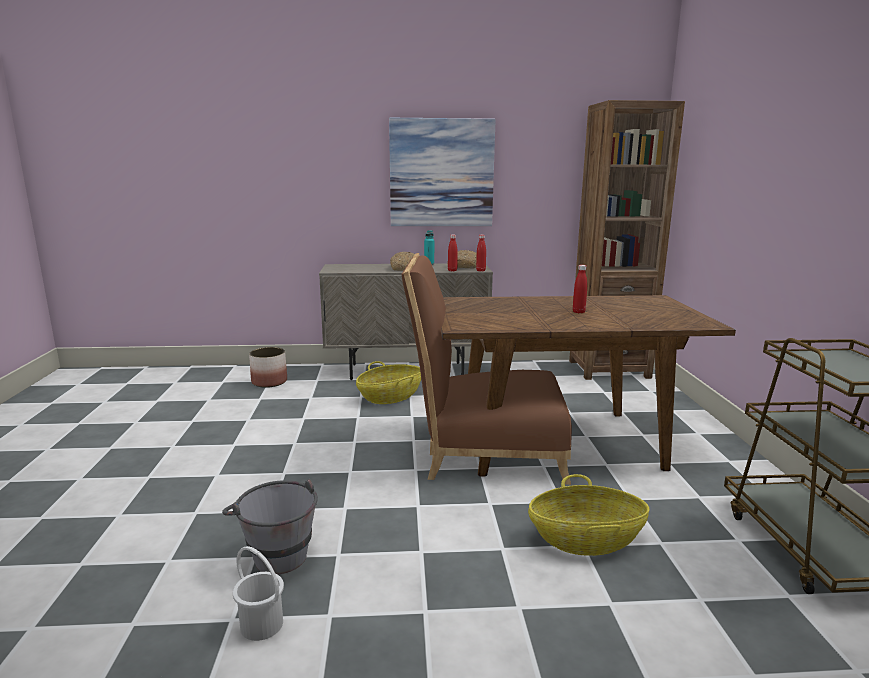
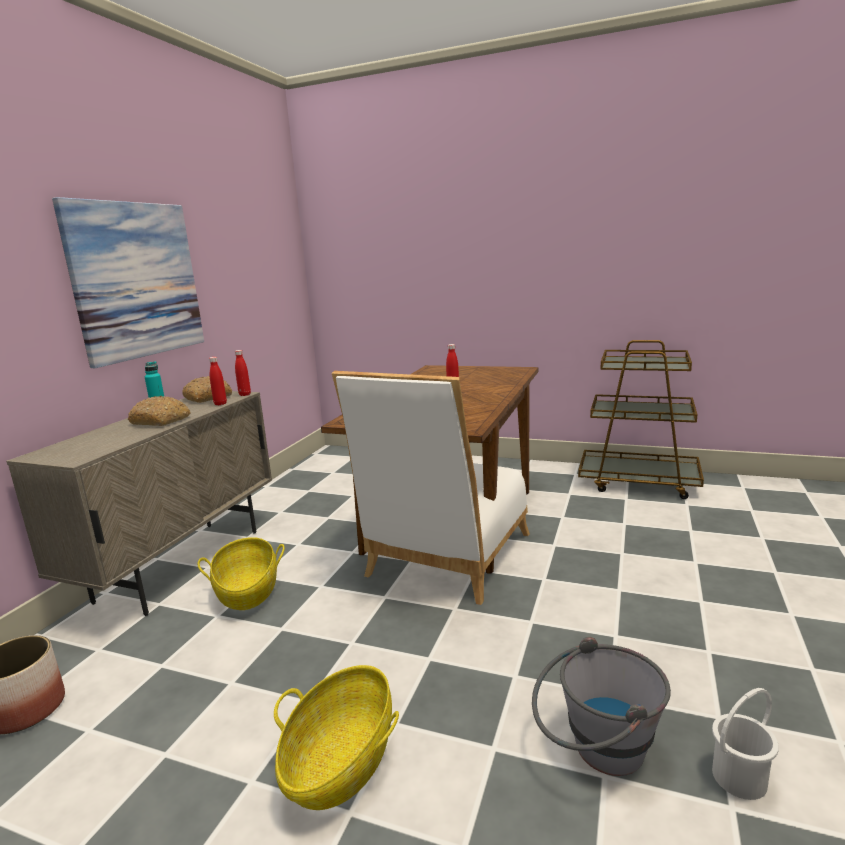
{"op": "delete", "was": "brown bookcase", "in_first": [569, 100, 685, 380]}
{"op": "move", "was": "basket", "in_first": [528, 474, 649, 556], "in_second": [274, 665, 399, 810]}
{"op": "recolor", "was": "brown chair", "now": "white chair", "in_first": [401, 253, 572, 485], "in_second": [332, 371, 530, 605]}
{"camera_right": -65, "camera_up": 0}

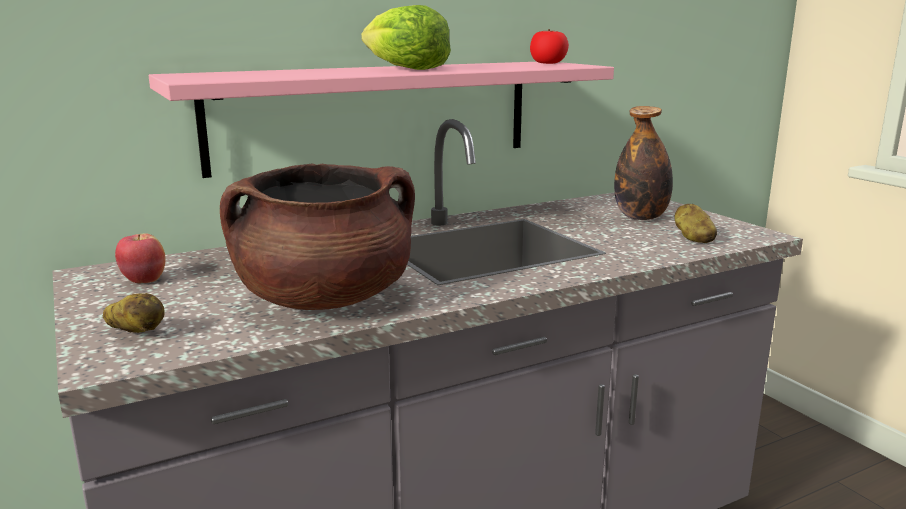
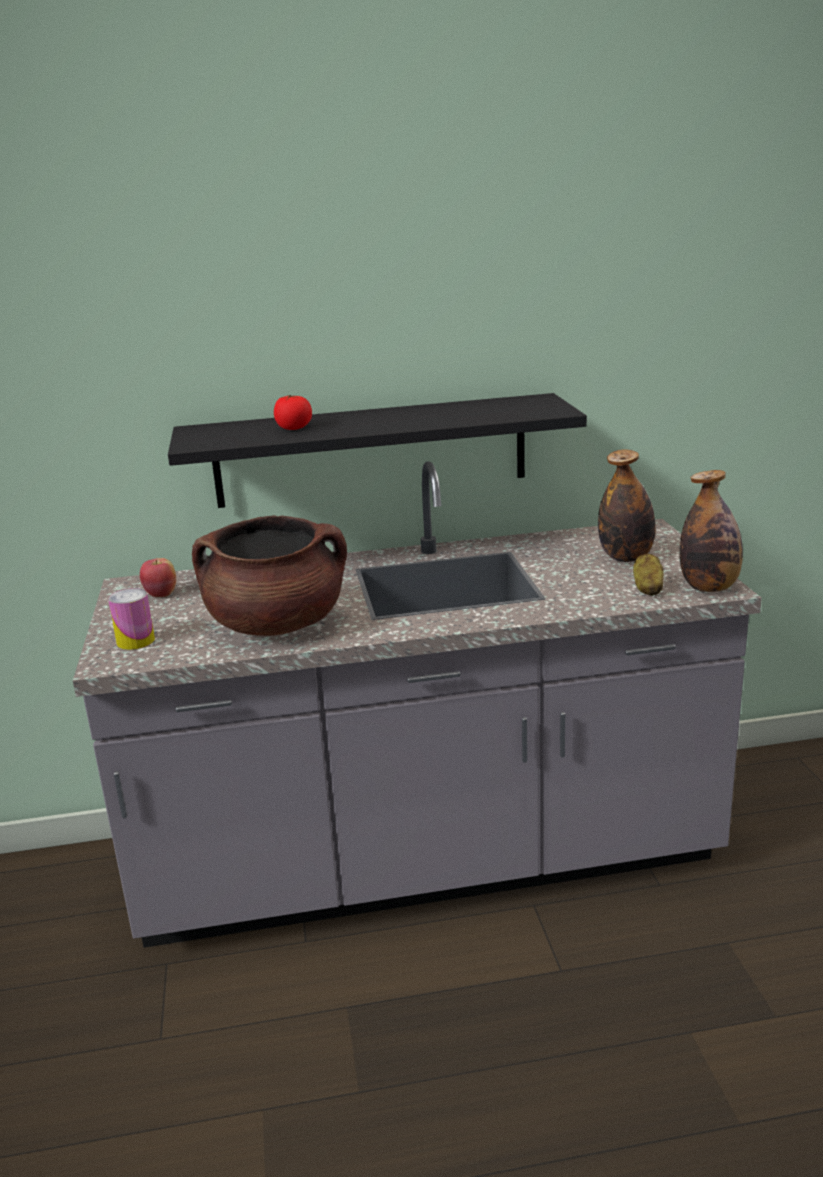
{"op": "delete", "was": "lettuce", "in_first": [361, 5, 451, 70]}
{"op": "insert", "now": "bottle", "in_second": [680, 470, 743, 592]}
{"op": "move", "was": "tomato", "in_first": [530, 29, 569, 64], "in_second": [274, 395, 312, 430]}
{"op": "replace", "was": "potato", "now": "can", "in_first": [102, 293, 165, 333], "in_second": [108, 588, 155, 650]}
{"op": "recolor", "was": "pink shelf", "now": "black shelf", "in_first": [149, 62, 614, 178], "in_second": [168, 393, 587, 508]}
{"camera_right": 20, "camera_up": 5}

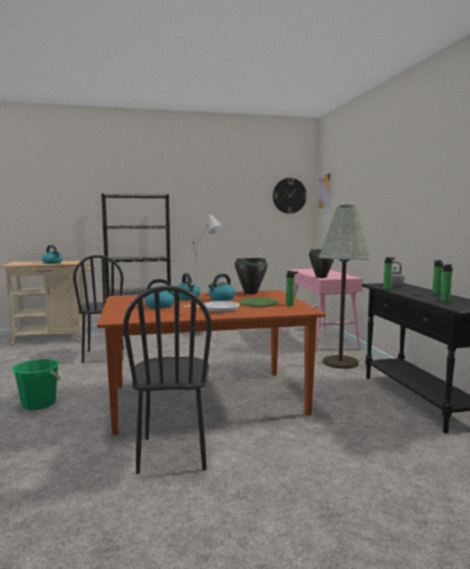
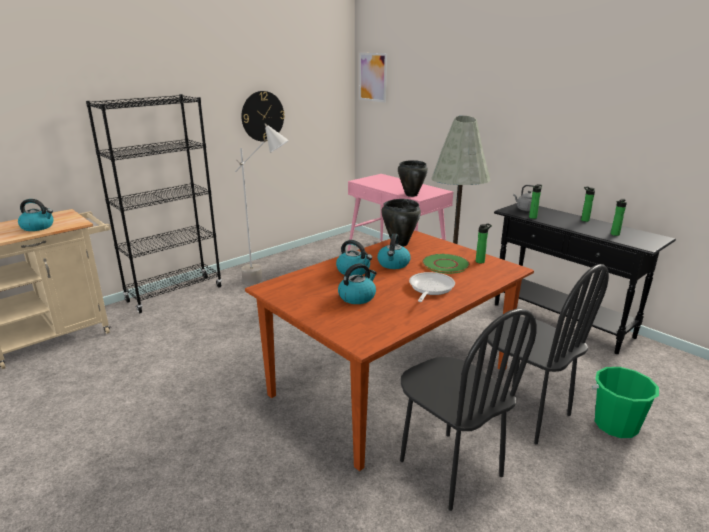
{"op": "move", "was": "green bucket", "in_first": [12, 359, 60, 410], "in_second": [592, 367, 659, 438]}
{"op": "move", "was": "black chair", "in_first": [73, 255, 124, 363], "in_second": [487, 264, 609, 444]}
{"op": "move", "was": "wall clock", "in_first": [273, 178, 307, 214], "in_second": [241, 91, 285, 142]}
{"camera_right": -30, "camera_up": 15}

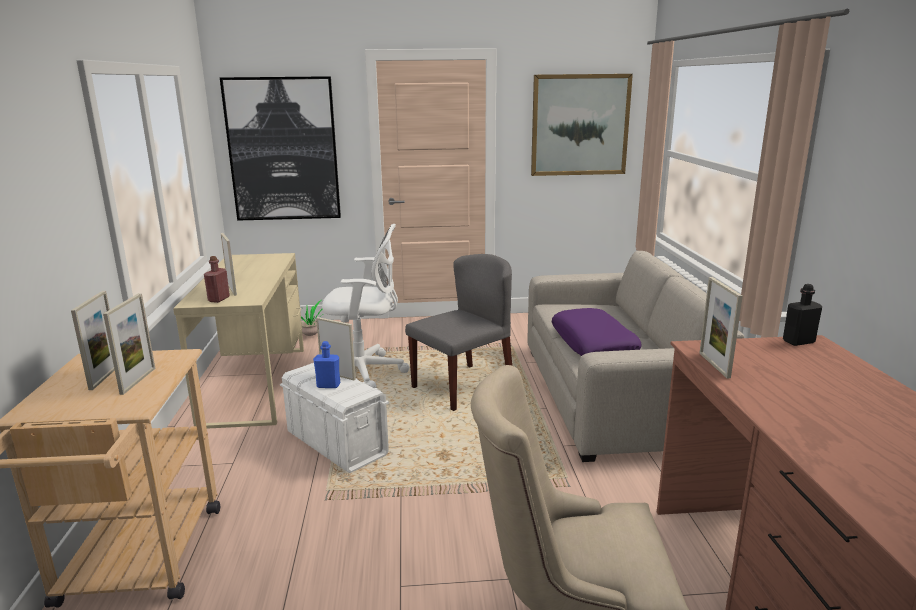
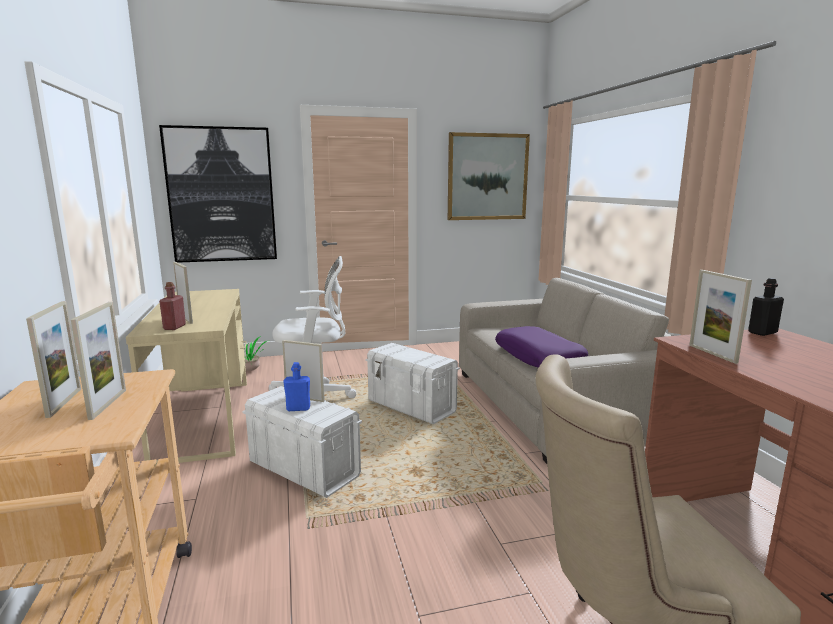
{"op": "replace", "was": "grey chair", "now": "white storage box", "in_first": [405, 254, 512, 411], "in_second": [365, 343, 460, 424]}
{"camera_right": -10, "camera_up": -5}

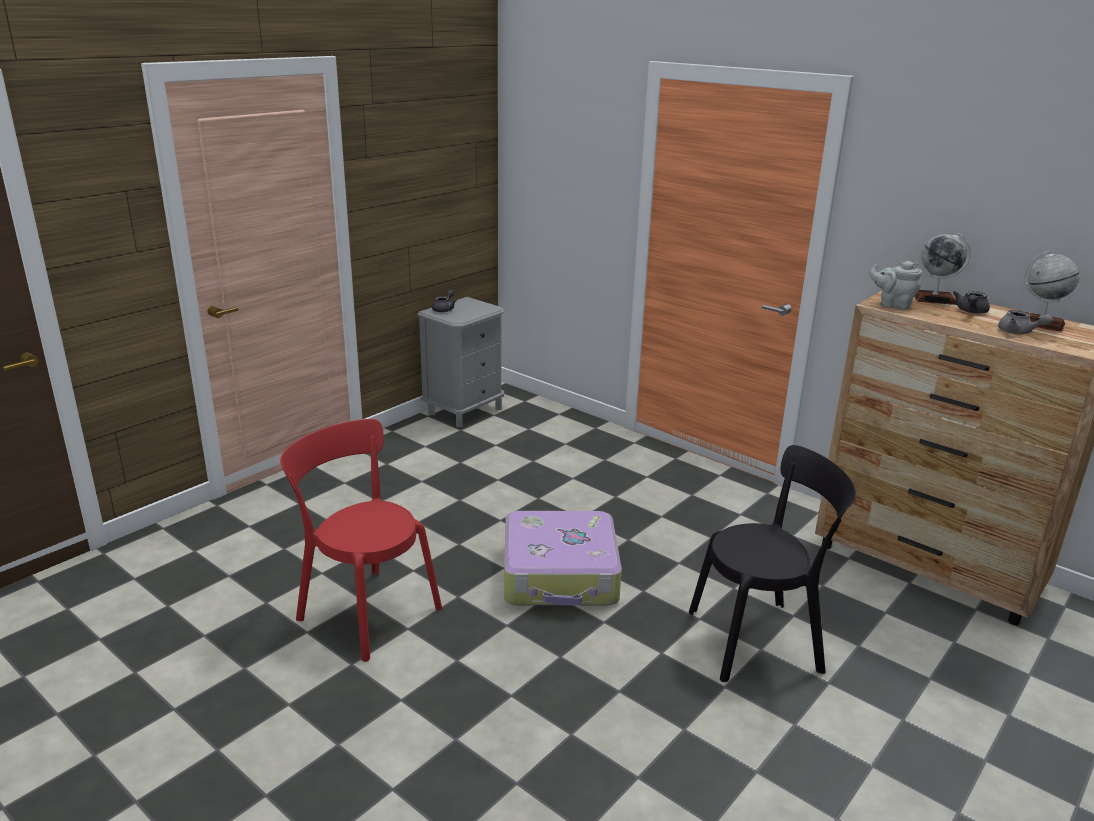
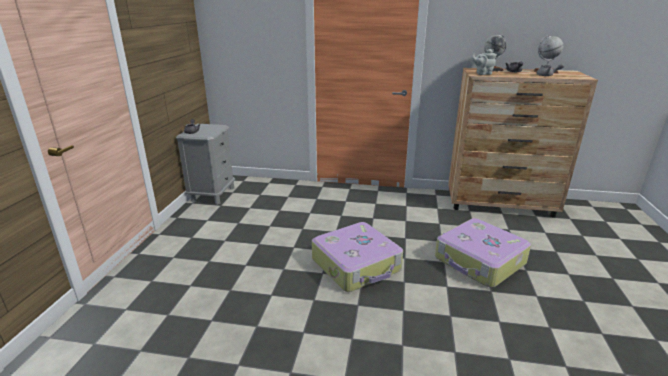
{"op": "delete", "was": "red chair", "in_first": [280, 419, 442, 662]}
{"op": "replace", "was": "black chair", "now": "suitcase", "in_first": [689, 445, 856, 682], "in_second": [435, 218, 531, 287]}
{"camera_right": -30, "camera_up": 0}

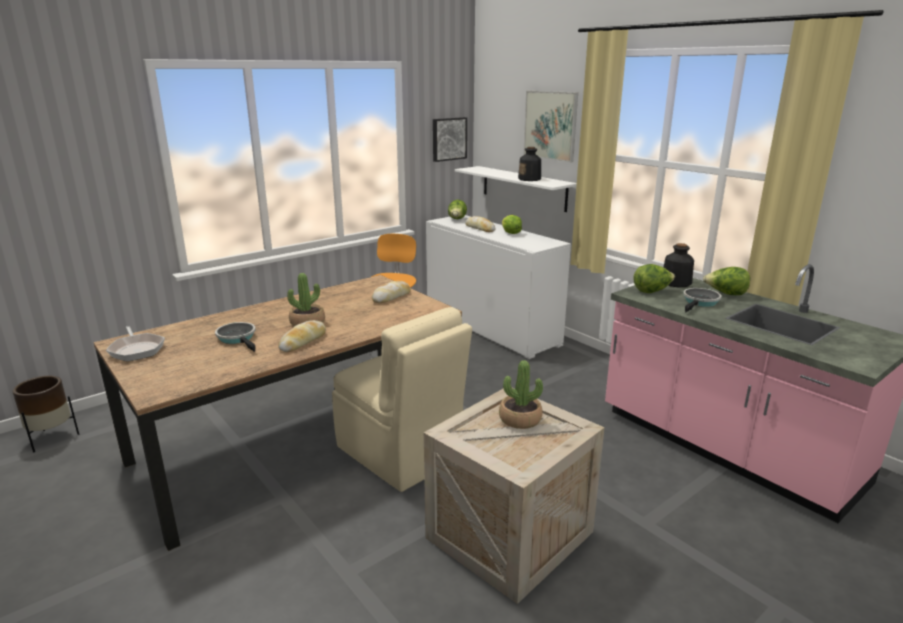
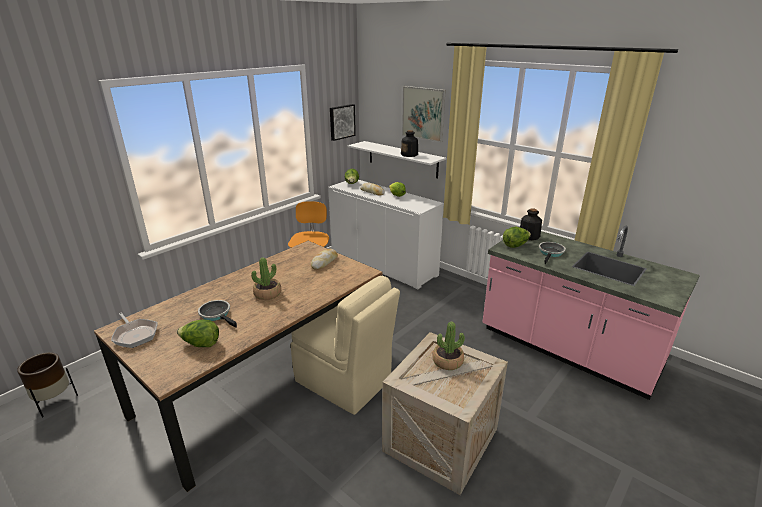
{"op": "delete", "was": "bread", "in_first": [278, 320, 326, 352]}
{"op": "move", "was": "lettuce", "in_first": [703, 267, 750, 295], "in_second": [177, 319, 219, 347]}
{"camera_right": -10, "camera_up": 5}

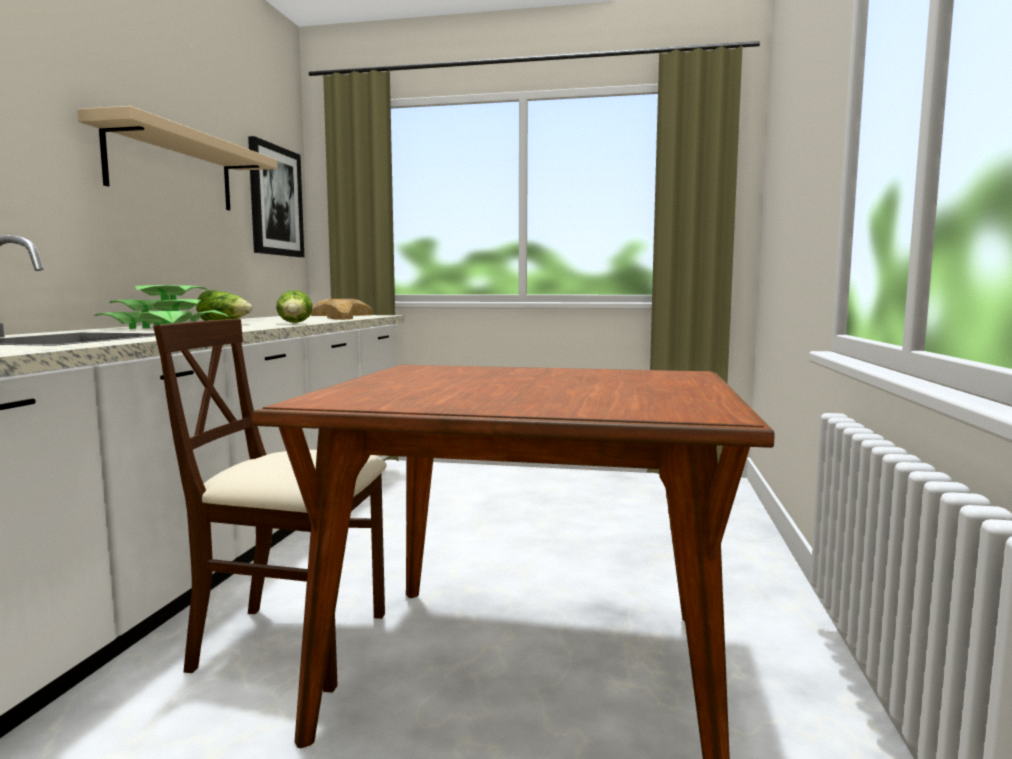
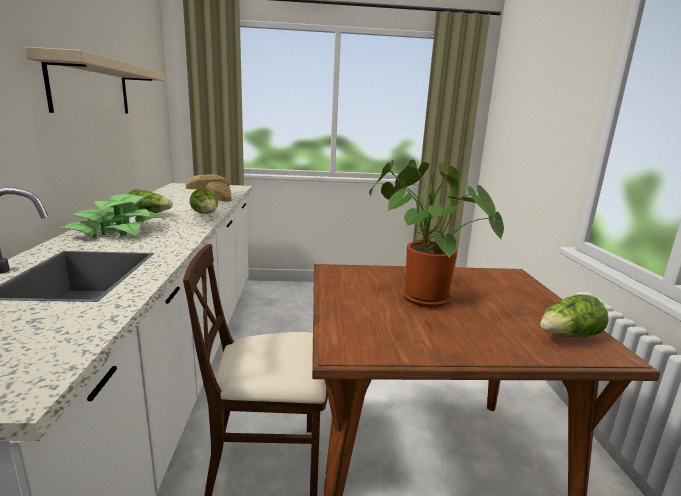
{"op": "delete", "was": "picture", "in_first": [248, 136, 304, 257]}
{"op": "insert", "now": "potted plant", "in_second": [369, 159, 504, 308]}
{"op": "insert", "now": "lettuce", "in_second": [540, 294, 608, 338]}
{"camera_right": -15, "camera_up": 10}

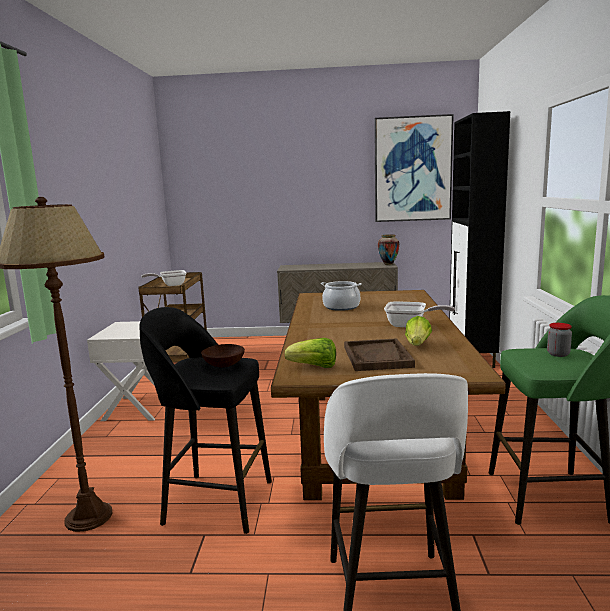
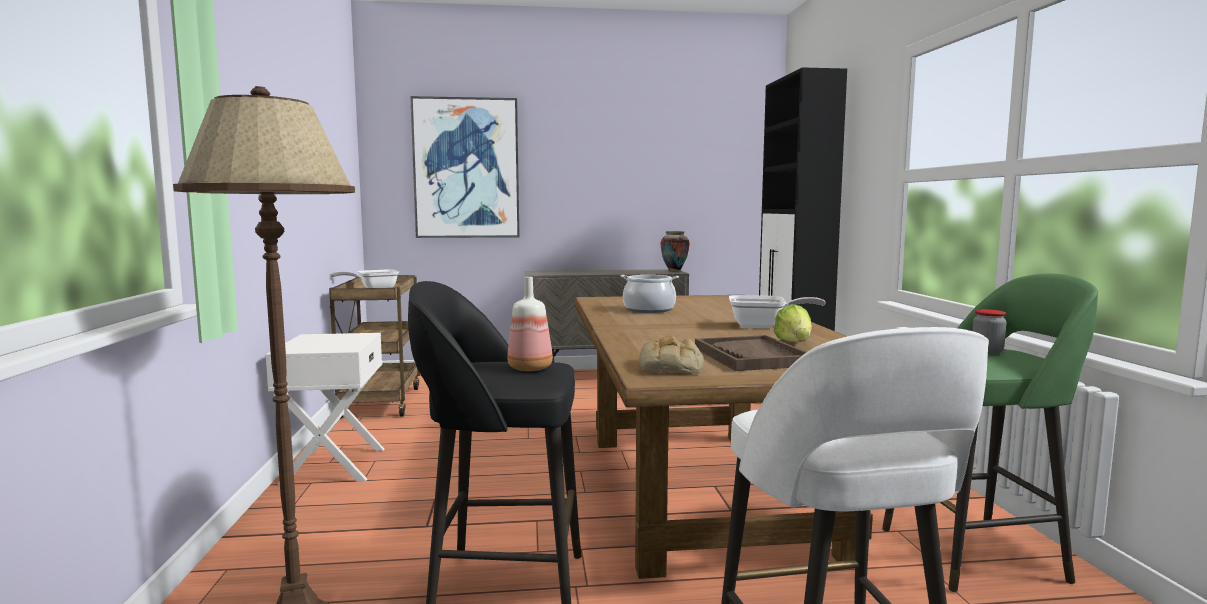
{"op": "move", "was": "picture", "in_first": [374, 114, 454, 222], "in_second": [410, 96, 520, 238]}
{"op": "replace", "was": "brown bowl", "now": "bottle", "in_first": [201, 344, 245, 367], "in_second": [507, 276, 553, 371]}
{"op": "replace", "was": "lettuce", "now": "bread", "in_first": [285, 338, 336, 368], "in_second": [639, 335, 704, 373]}
{"camera_right": -10, "camera_up": -5}

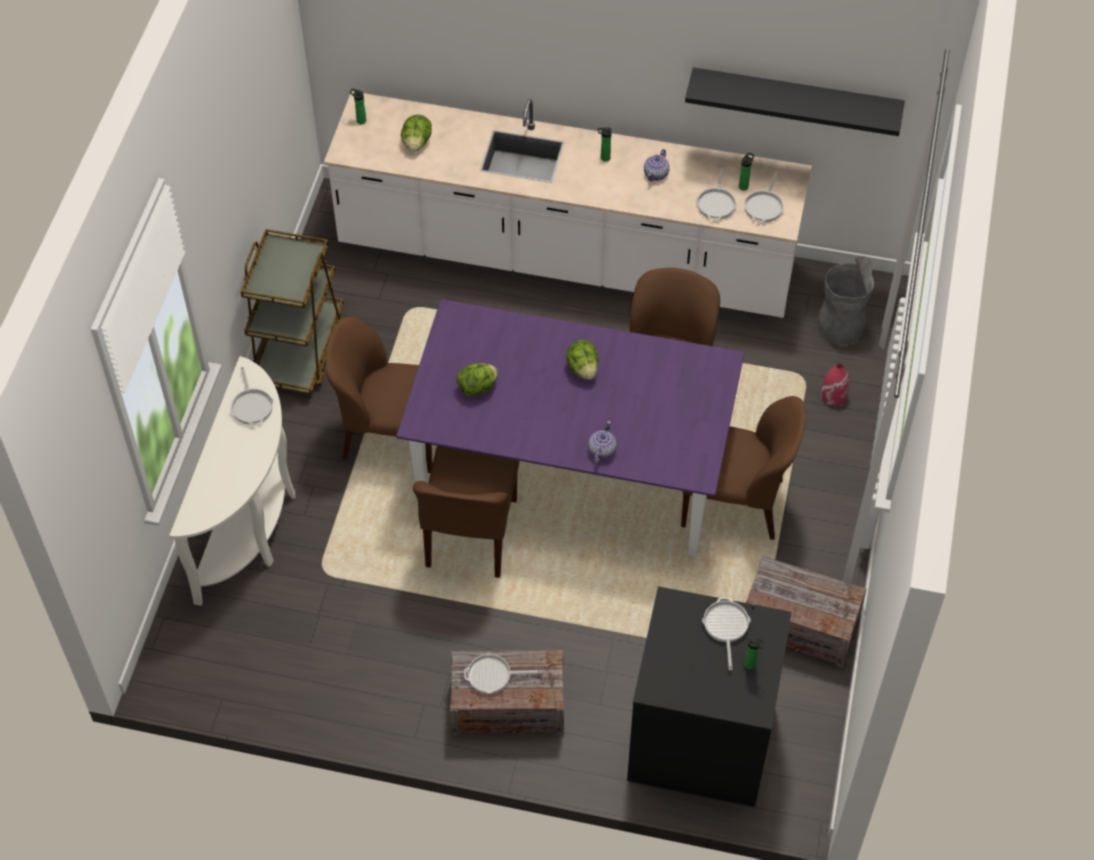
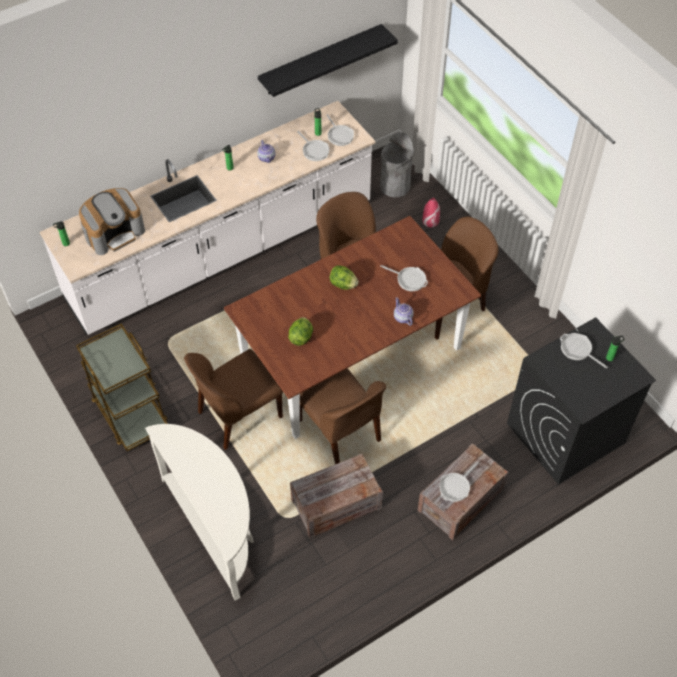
{"op": "move", "was": "frying pan", "in_first": [230, 367, 274, 425], "in_second": [380, 265, 428, 291]}
{"op": "move", "was": "crate", "in_first": [746, 556, 867, 668], "in_second": [290, 454, 383, 539]}
{"op": "replace", "was": "lettuce", "now": "coffee machine", "in_first": [401, 115, 432, 152], "in_second": [79, 188, 145, 255]}
{"op": "recolor", "was": "purple dining table", "now": "brown dining table", "in_first": [396, 299, 744, 557], "in_second": [224, 216, 481, 439]}
{"camera_right": -45, "camera_up": 0}

